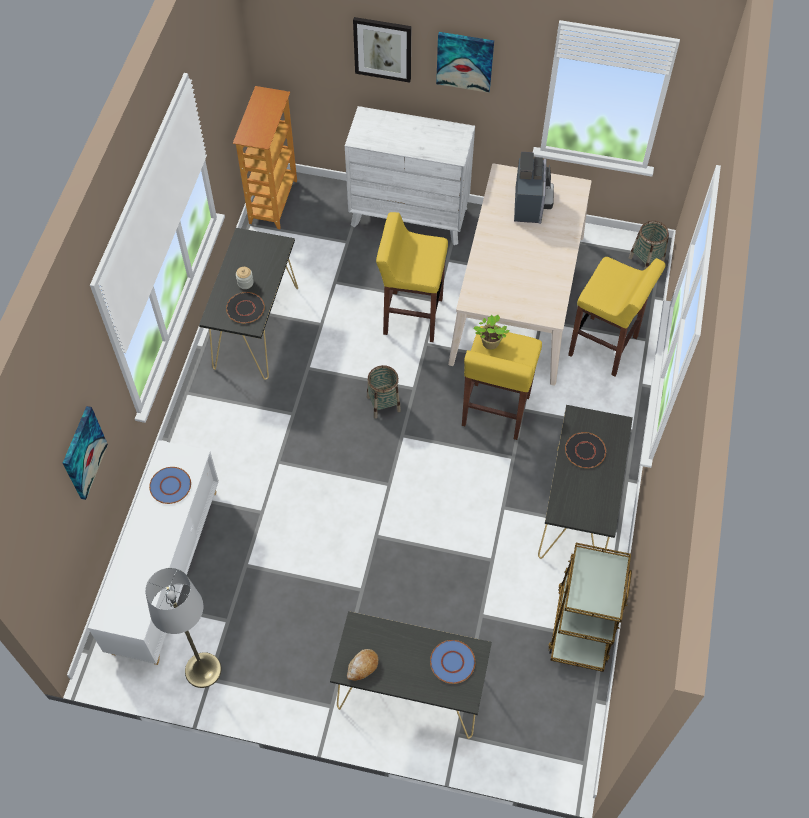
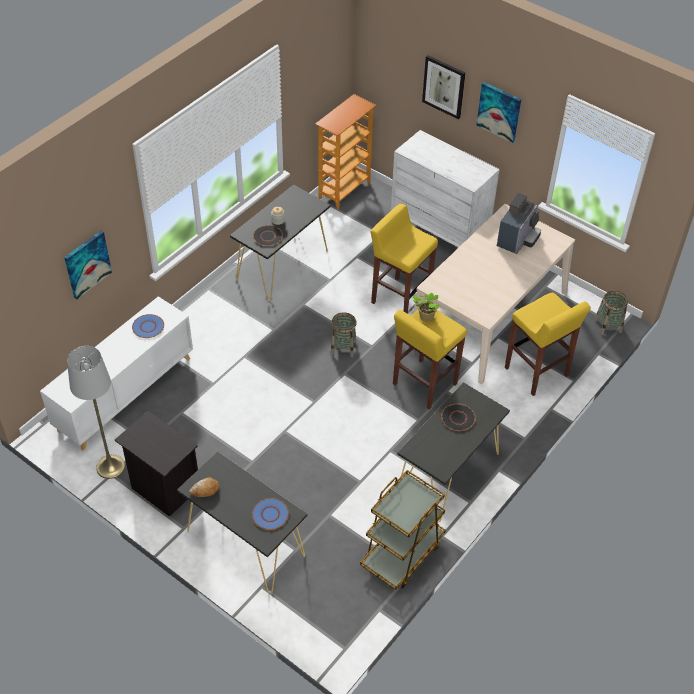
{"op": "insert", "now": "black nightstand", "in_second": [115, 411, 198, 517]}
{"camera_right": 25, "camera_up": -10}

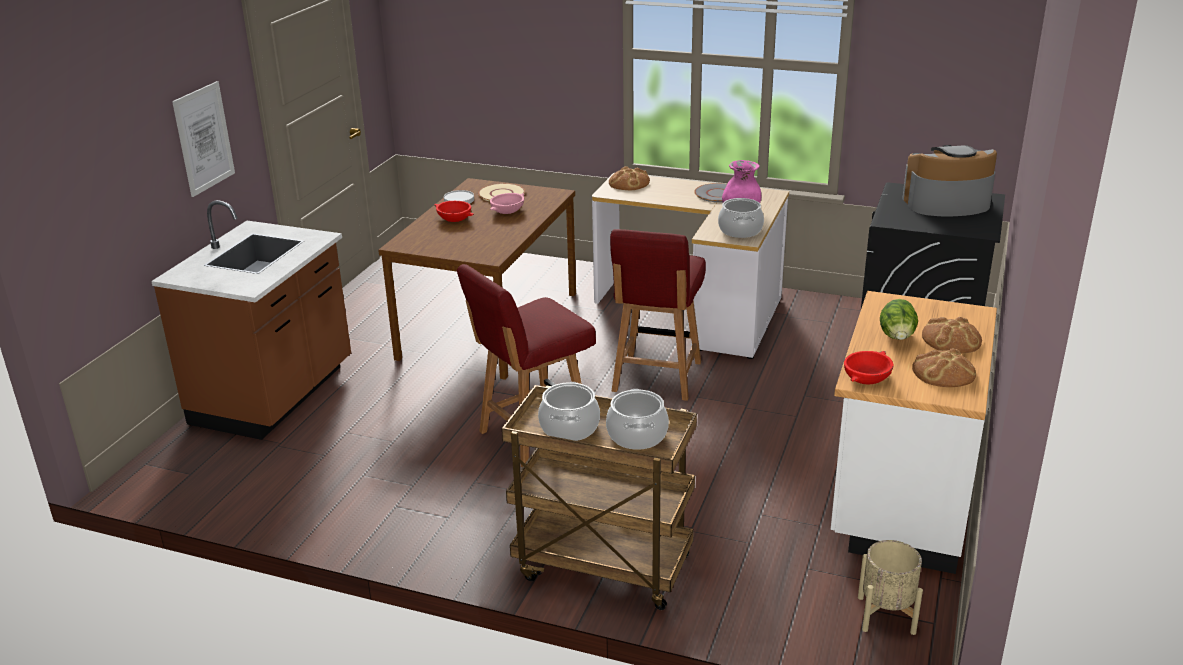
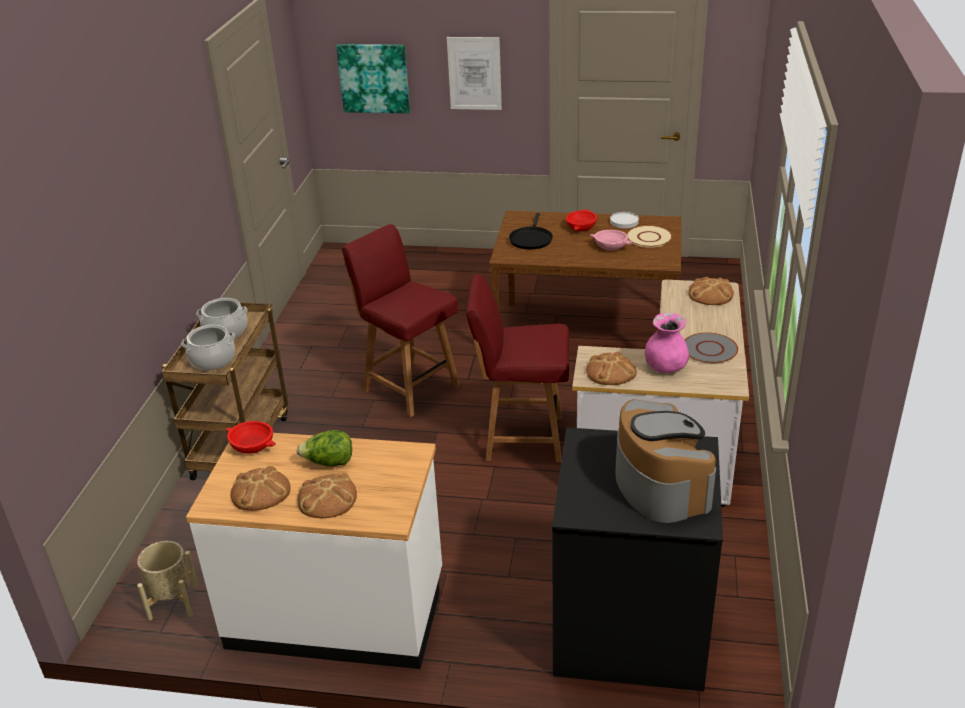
{"op": "delete", "was": "brown counter", "in_first": [151, 200, 351, 440]}
{"op": "insert", "now": "picture", "in_second": [336, 44, 410, 114]}
{"op": "insert", "now": "black frying pan", "in_second": [509, 213, 553, 249]}
{"op": "replace", "was": "cooking pot", "now": "bread", "in_first": [718, 198, 764, 238], "in_second": [586, 351, 637, 385]}
{"camera_right": 80, "camera_up": 5}

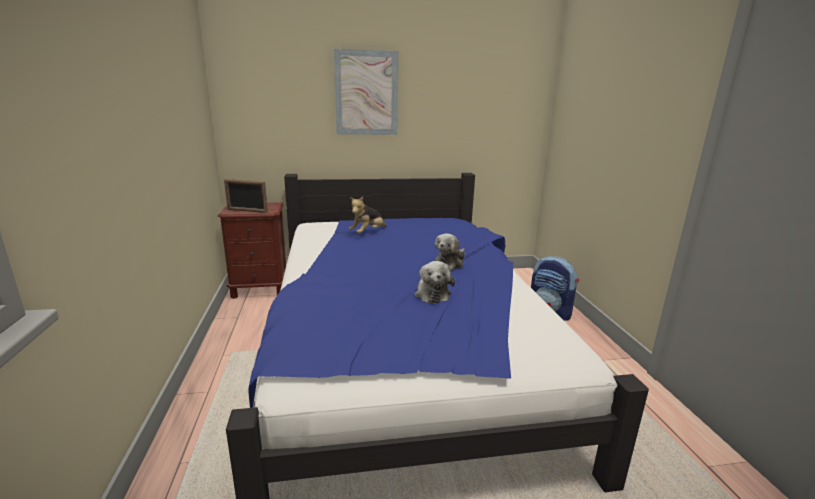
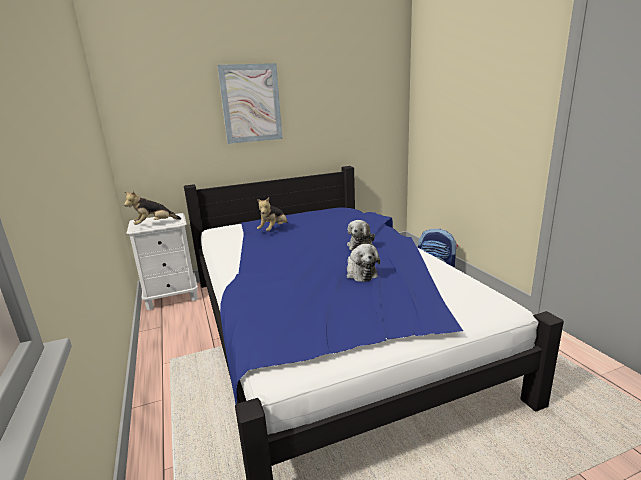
{"op": "replace", "was": "picture frame", "now": "plush toy", "in_first": [224, 179, 268, 213], "in_second": [124, 191, 181, 225]}
{"op": "recolor", "was": "brown nightstand", "now": "white nightstand", "in_first": [218, 202, 286, 299], "in_second": [127, 213, 198, 310]}
{"camera_right": -10, "camera_up": 0}

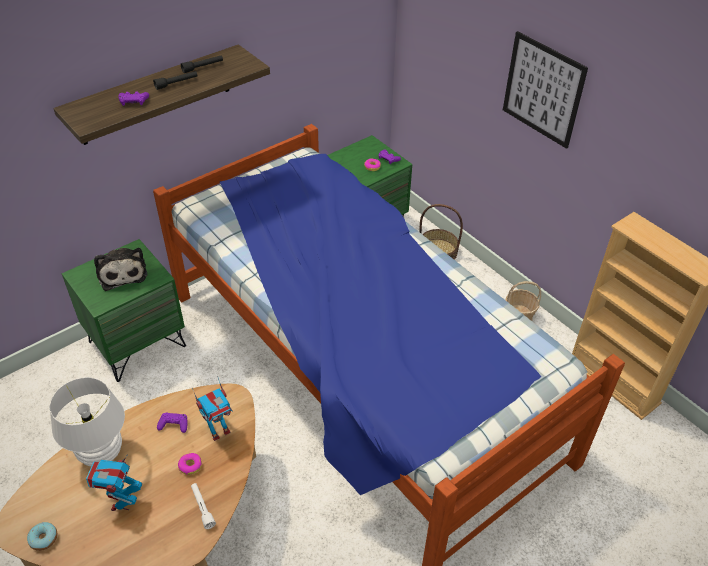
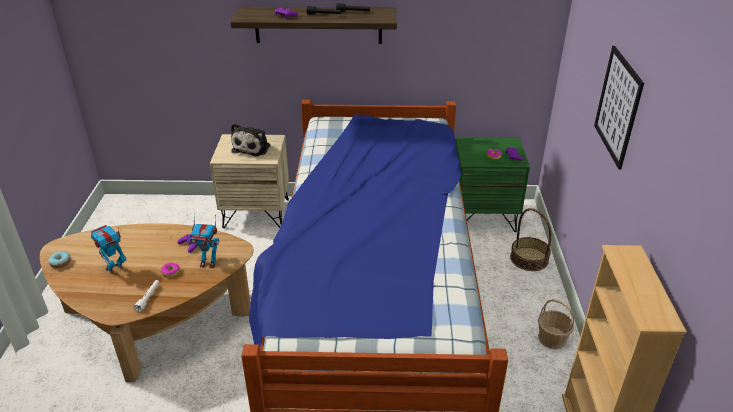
{"op": "delete", "was": "white table lamp", "in_first": [49, 377, 125, 467]}
{"op": "recolor", "was": "green nightstand", "now": "beige nightstand", "in_first": [62, 239, 186, 382], "in_second": [210, 134, 289, 228]}
{"camera_right": 40, "camera_up": -10}

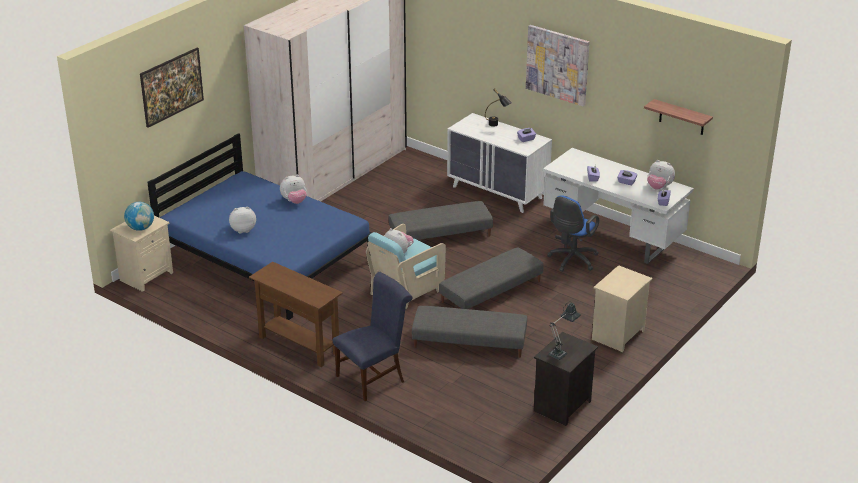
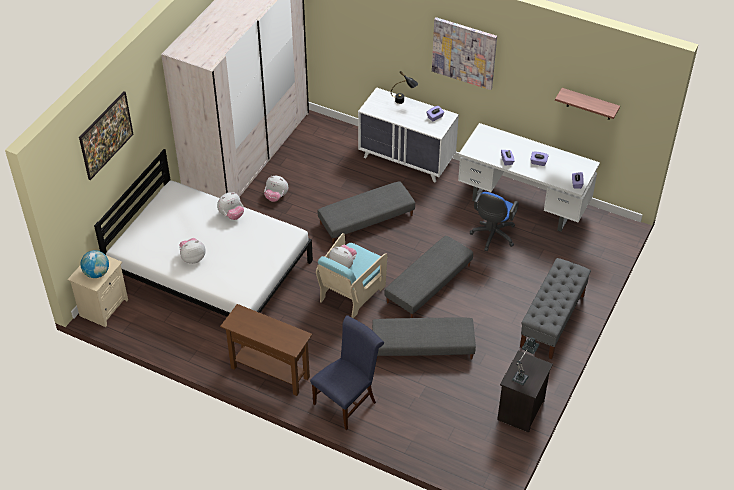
{"op": "move", "was": "plush toy", "in_first": [647, 160, 675, 189], "in_second": [264, 176, 288, 202]}
{"op": "replace", "was": "beige nightstand", "now": "grey bench", "in_first": [592, 265, 652, 352], "in_second": [520, 258, 591, 360]}
{"op": "recolor", "was": "blue bed", "now": "white bed", "in_first": [147, 133, 371, 320], "in_second": [94, 149, 313, 317]}
{"camera_right": -10, "camera_up": 15}

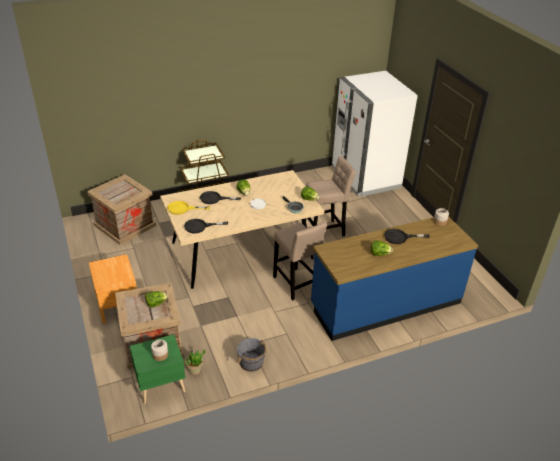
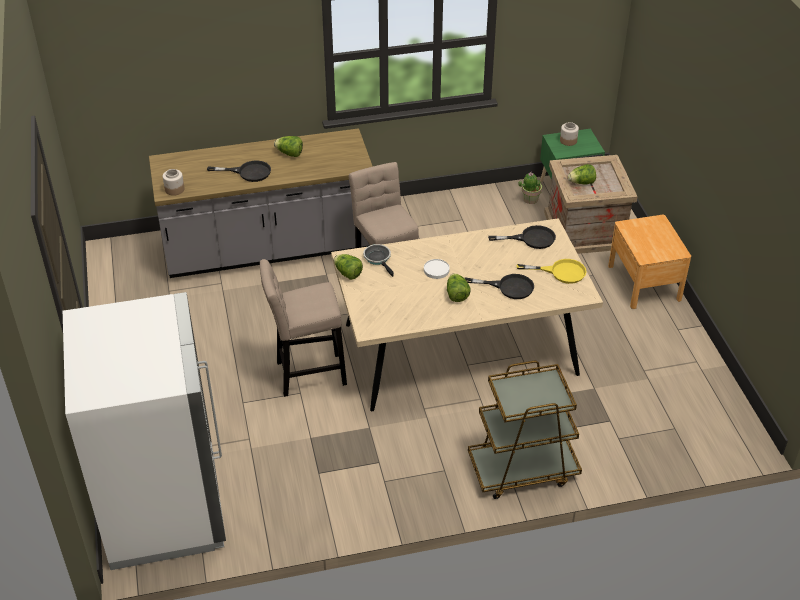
{"op": "delete", "was": "crate", "in_first": [87, 174, 156, 245]}
{"op": "delete", "was": "grey bucket", "in_first": [236, 338, 266, 372]}
{"op": "recolor", "was": "blue counter", "now": "grey counter", "in_first": [311, 216, 478, 341], "in_second": [149, 128, 373, 278]}
{"camera_right": -170, "camera_up": 5}

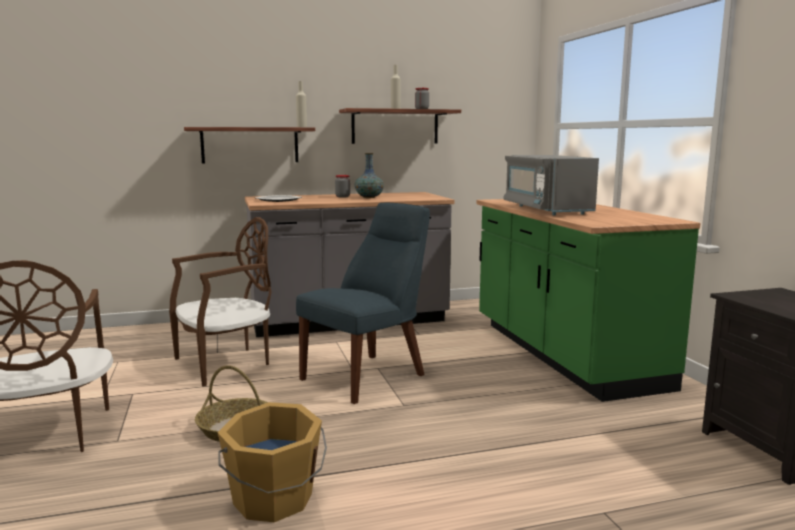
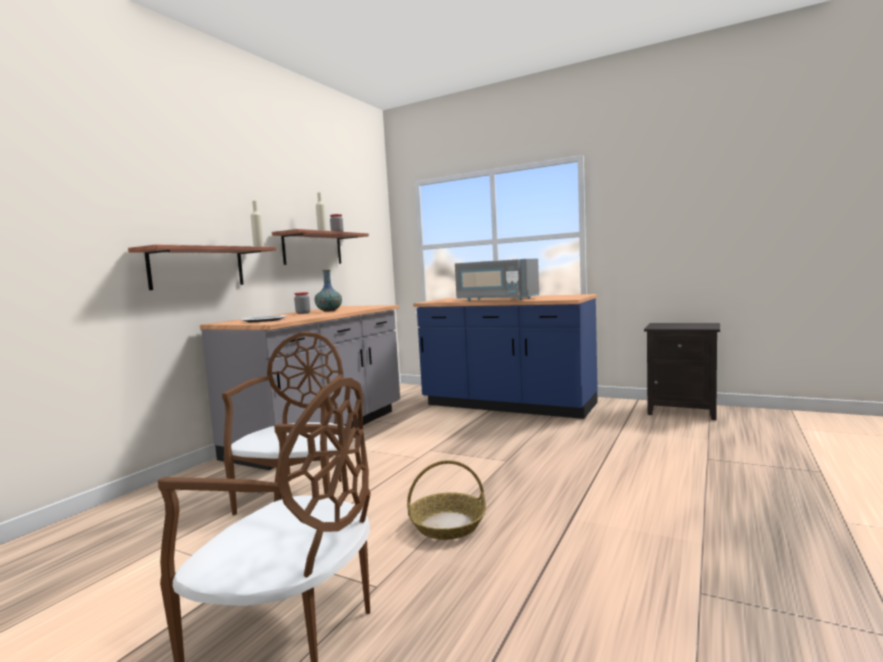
{"op": "delete", "was": "orange bucket", "in_first": [217, 402, 327, 522]}
{"op": "delete", "was": "blue chair", "in_first": [296, 203, 430, 404]}
{"op": "recolor", "was": "green counter", "now": "blue counter", "in_first": [476, 199, 700, 402], "in_second": [413, 294, 598, 419]}
{"camera_right": -45, "camera_up": -5}

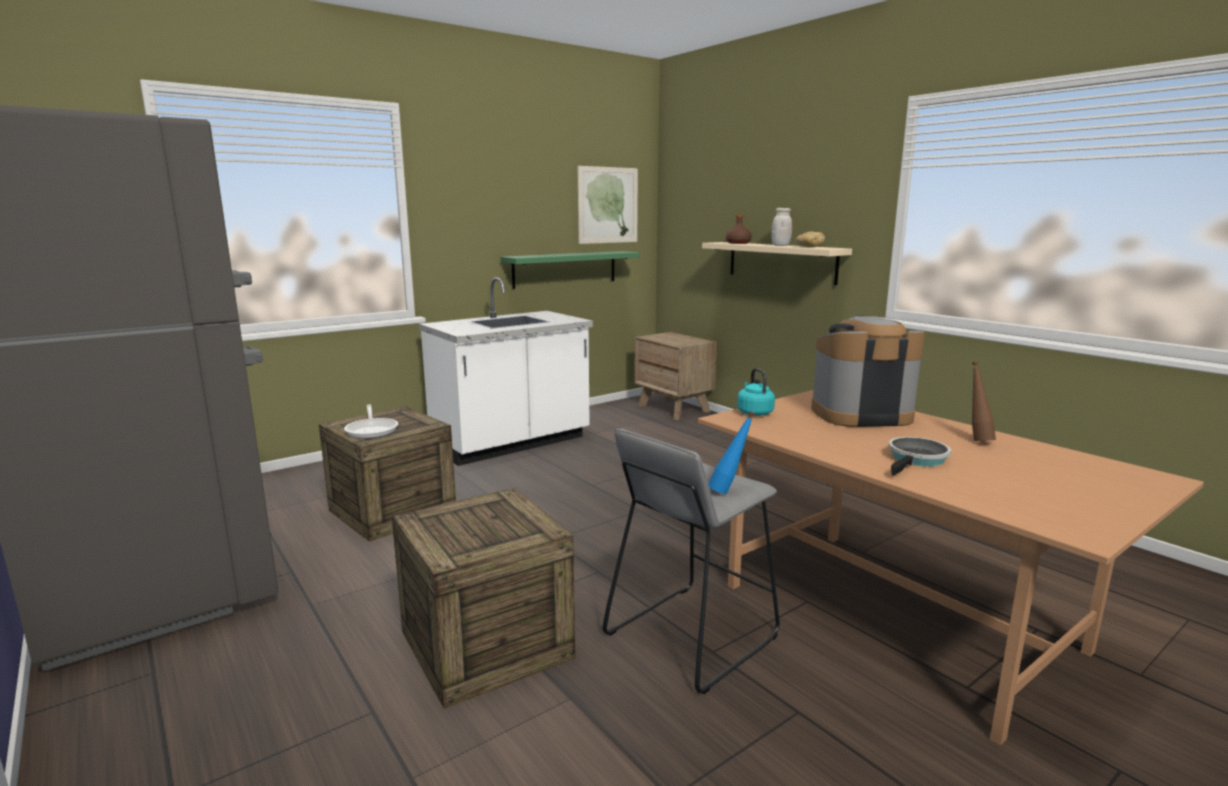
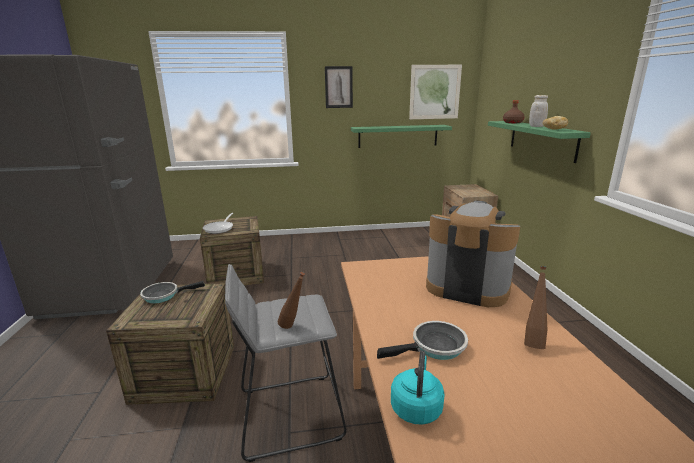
{"op": "delete", "was": "white counter", "in_first": [419, 277, 593, 466]}
{"op": "insert", "now": "frying pan", "in_second": [140, 281, 205, 304]}
{"op": "insert", "now": "picture", "in_second": [325, 66, 353, 108]}
{"op": "move", "was": "turquoise kettle", "in_first": [737, 368, 775, 416], "in_second": [391, 350, 445, 425]}
{"op": "recolor", "was": "beige shelf", "now": "green shelf", "in_first": [702, 242, 852, 285], "in_second": [488, 121, 591, 163]}
{"op": "recolor", "was": "blue bottle", "now": "brown bottle", "in_first": [708, 411, 755, 494], "in_second": [278, 272, 305, 329]}
{"camera_right": 30, "camera_up": 5}

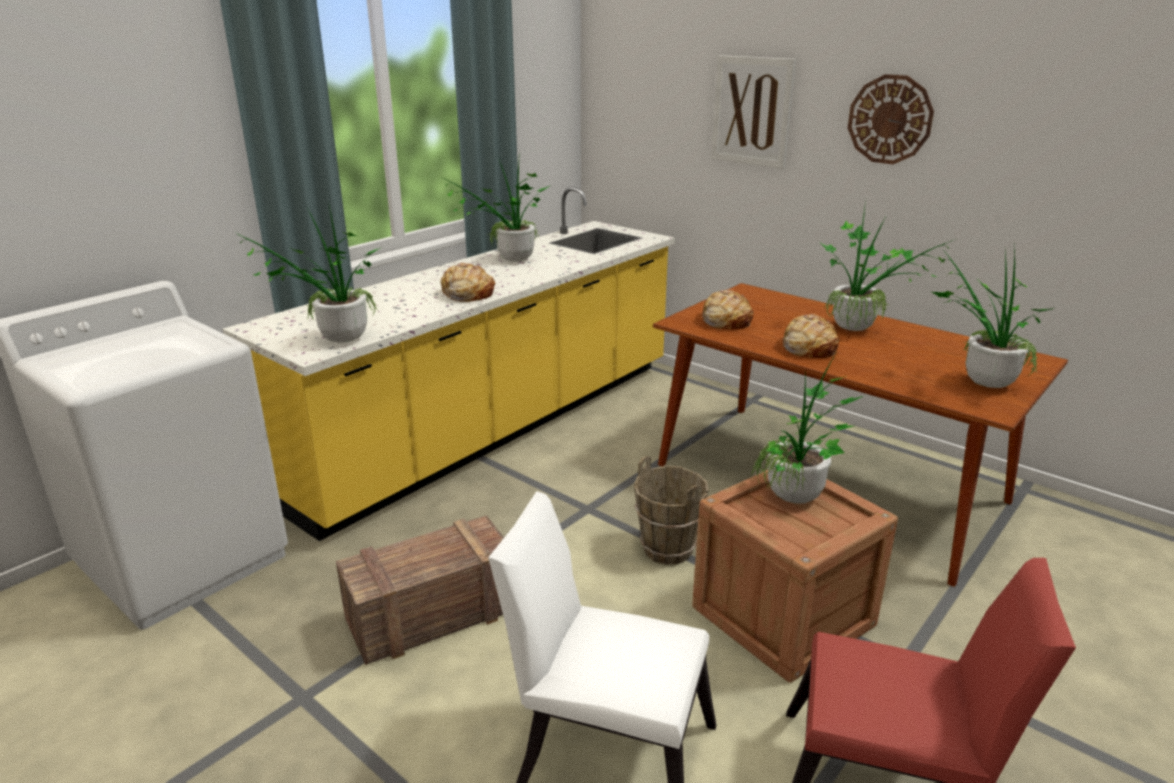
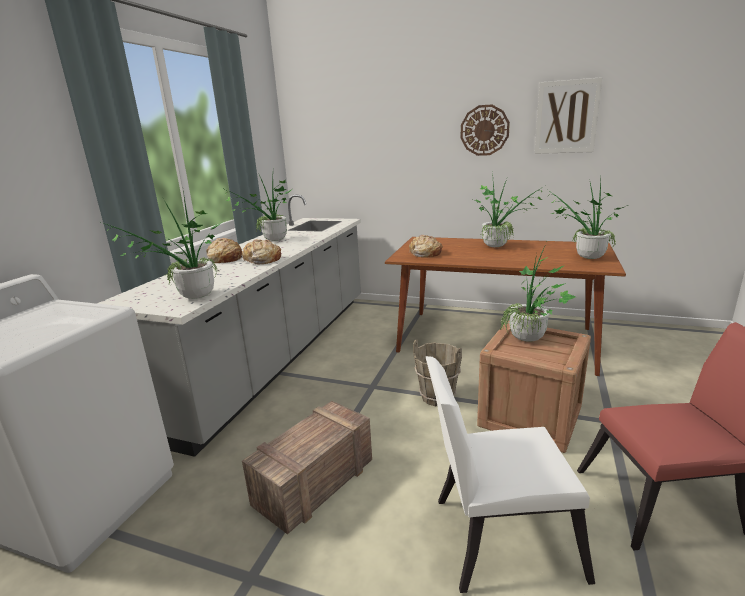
{"op": "move", "was": "picture", "in_first": [711, 55, 796, 169], "in_second": [534, 77, 602, 154]}
{"op": "move", "was": "bread", "in_first": [783, 314, 839, 358], "in_second": [206, 238, 242, 263]}
{"op": "recolor", "was": "yellow counter", "now": "grey counter", "in_first": [222, 187, 675, 541], "in_second": [97, 194, 361, 457]}
{"camera_right": -20, "camera_up": -5}

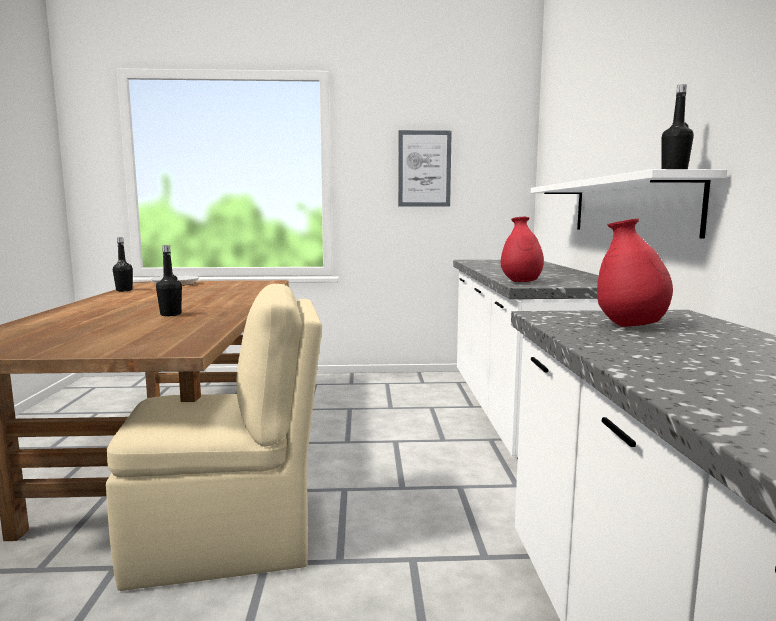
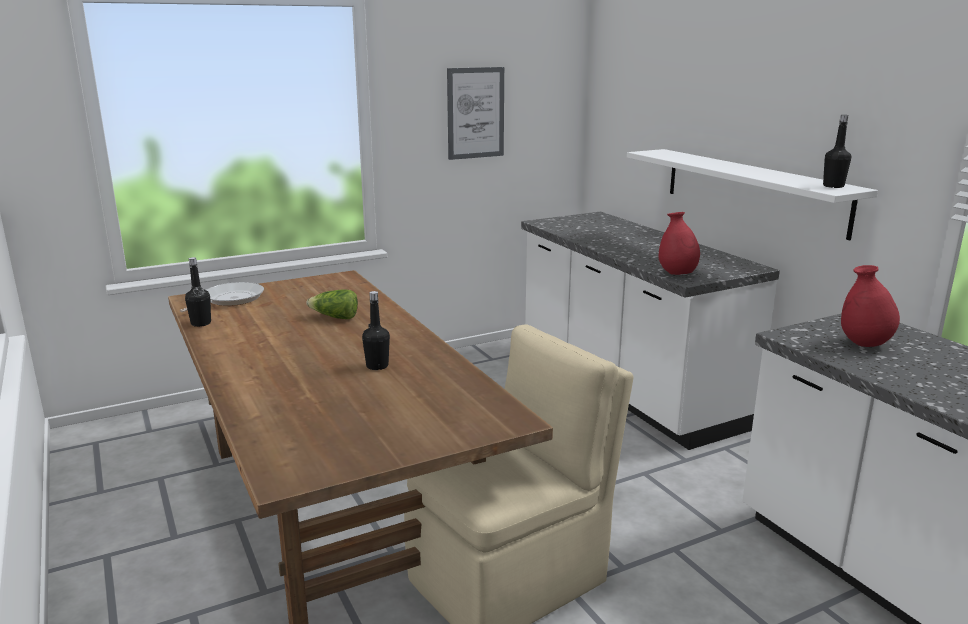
{"op": "insert", "now": "lettuce", "in_second": [307, 290, 358, 319]}
{"camera_right": -25, "camera_up": 10}

